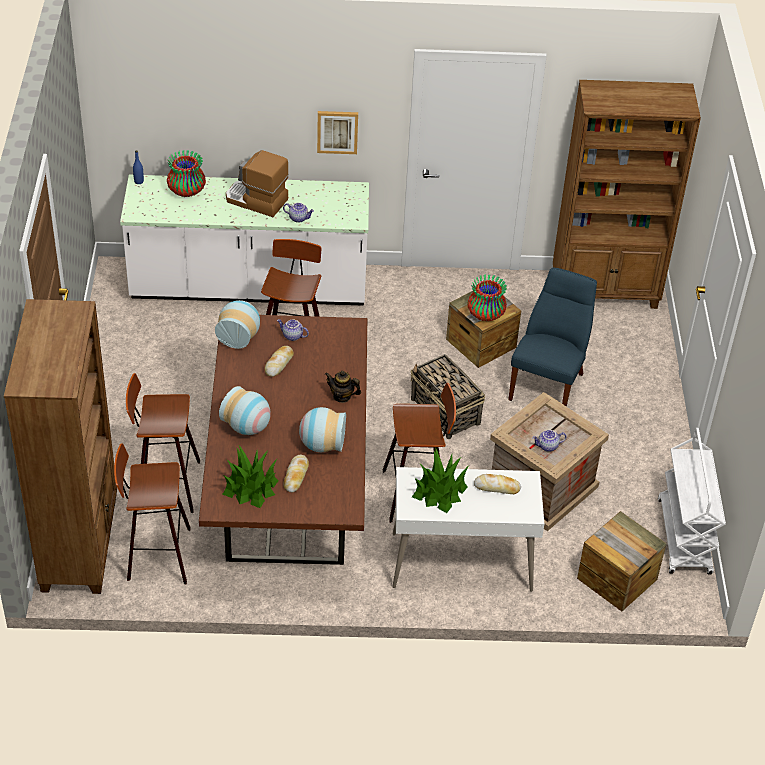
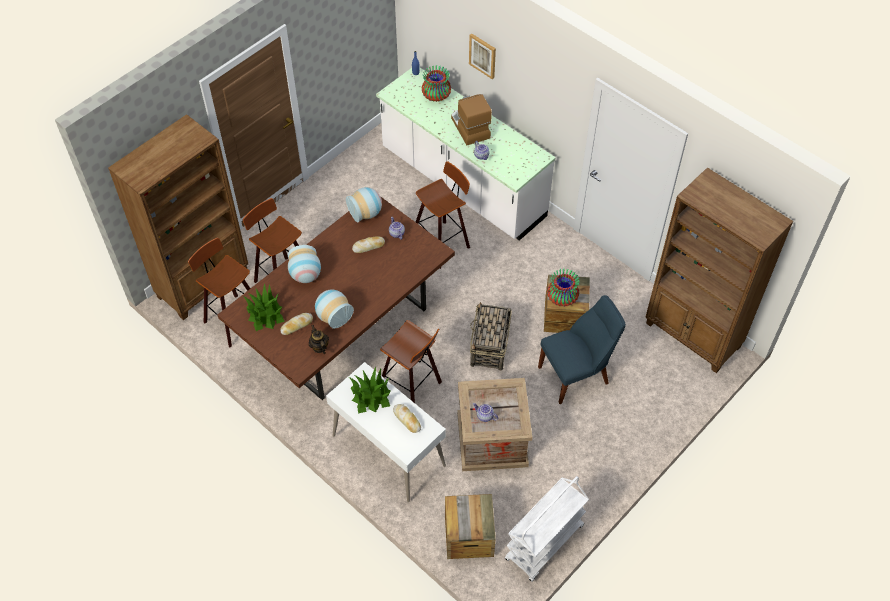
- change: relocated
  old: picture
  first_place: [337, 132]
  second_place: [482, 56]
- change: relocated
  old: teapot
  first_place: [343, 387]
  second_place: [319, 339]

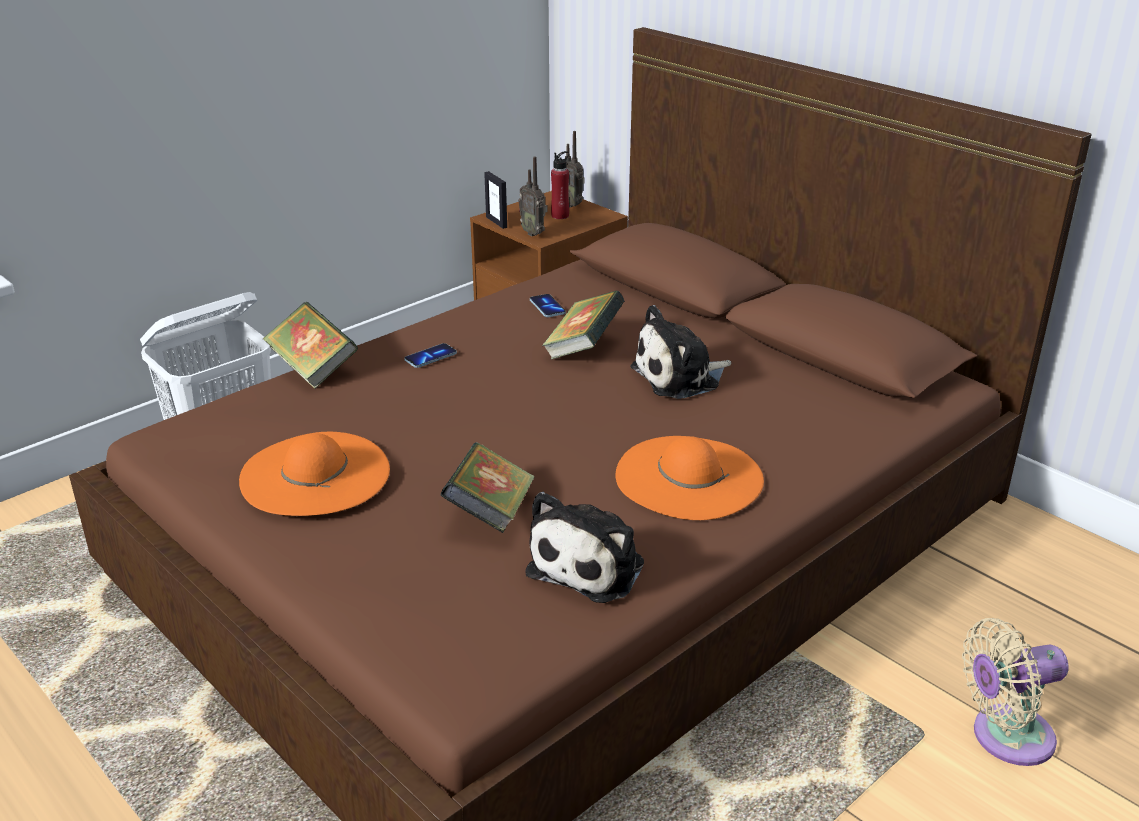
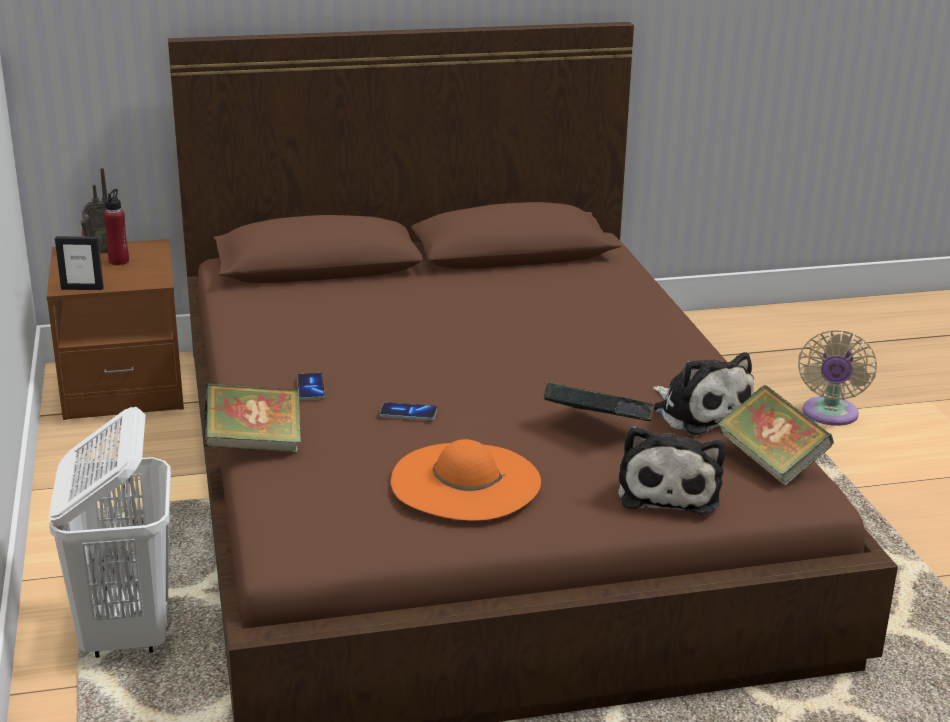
- change: missing
  old: radio
  first_place: [533, 196]
- change: missing
  old: wearable hat/orange-coloured
  first_place: [690, 478]
- change: relocated
  old: handset
  first_place: [548, 305]
  second_place: [408, 411]
- change: relocated
  old: book
  first_place: [583, 325]
  second_place: [776, 435]
- change: relocated
  old: soft toy
  first_place: [680, 352]
  second_place: [671, 470]

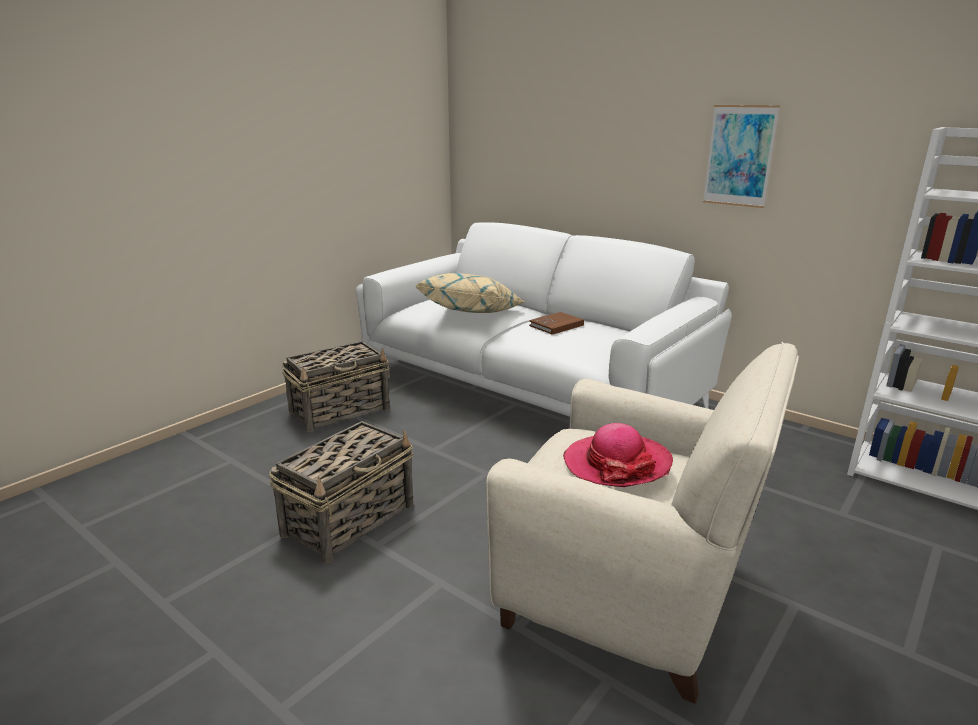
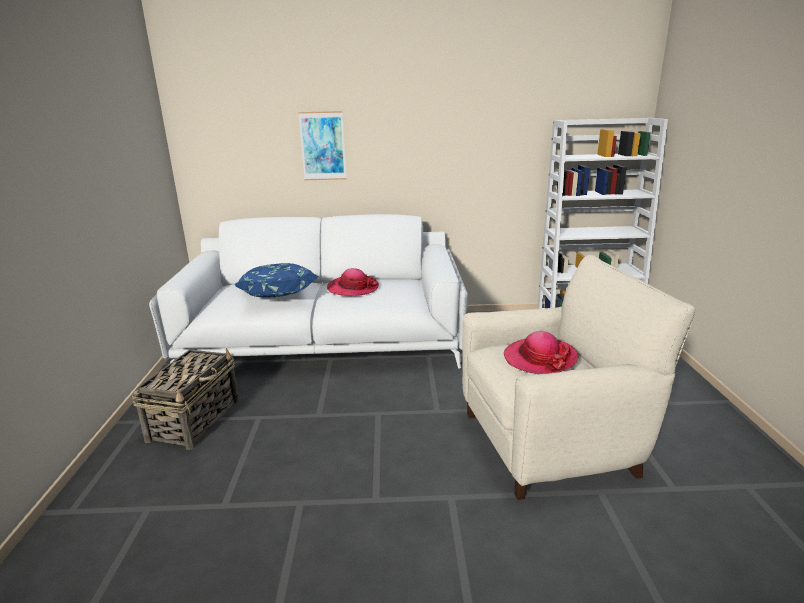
- change: missing
  old: household basket
  first_place: [341, 492]
- change: relocated
  old: picture
  first_place: [741, 156]
  second_place: [322, 145]
- change: exchanged
  old: book/brown-coloured
  new: wearable hat
  first_place: [556, 323]
  second_place: [353, 282]
- change: colour
  old: pillow/beige-coloured
  new: pillow/blue-coloured
  first_place: [469, 293]
  second_place: [277, 280]

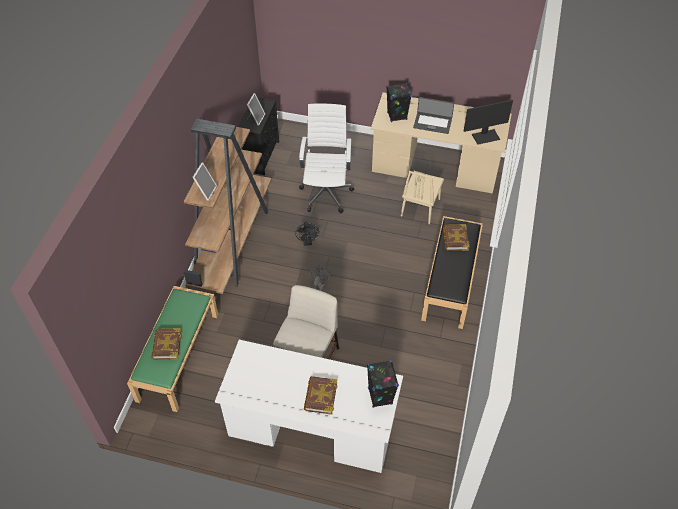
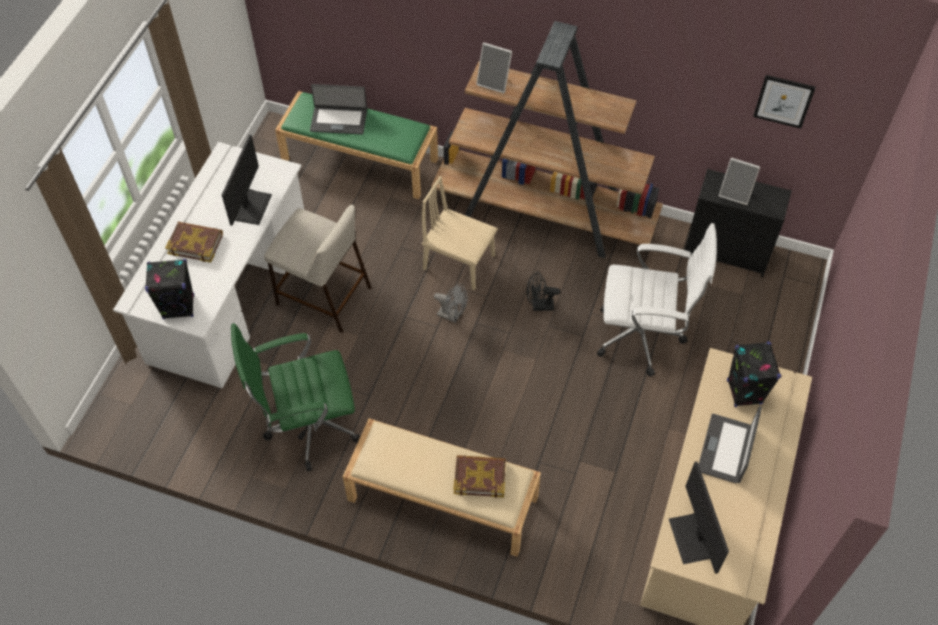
- change: appeared
  new: computer display
  second_place: [247, 180]
- change: appeared
  new: desk chair/greenish
  second_place: [296, 397]
- change: appeared
  new: picture
  second_place: [784, 102]
- change: relocated
  old: plain chair/beige-coloured
  first_place: [422, 197]
  second_place: [460, 233]
- change: exchanged
  old: book
  new: laptop
  first_place: [166, 344]
  second_place: [338, 109]
- change: colour
  old: indoor bench/black
  new: indoor bench/beige-coloured
  first_place: [452, 272]
  second_place: [442, 487]

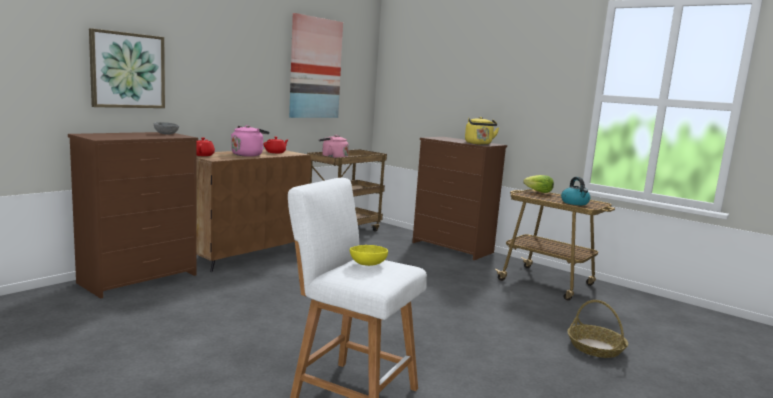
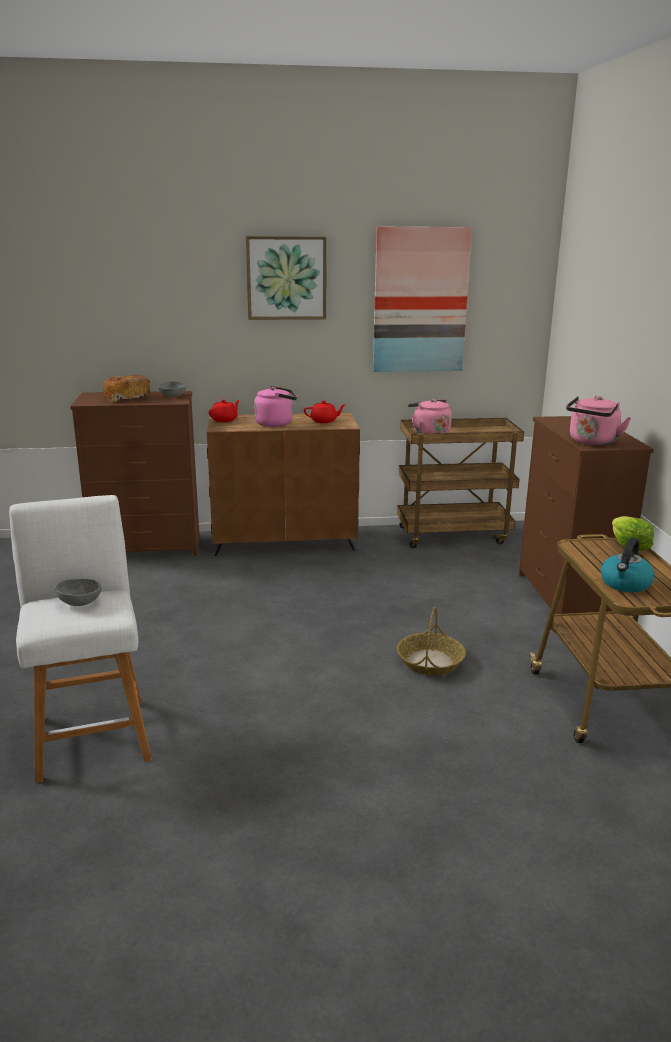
- change: appeared
  new: bakery bread
  second_place: [127, 388]
- change: relocated
  old: picture
  first_place: [127, 68]
  second_place: [286, 278]
- change: relocated
  old: household basket
  first_place: [597, 329]
  second_place: [431, 641]
- change: colour
  old: bowl/yellow-coloured
  new: bowl/greyish
  first_place: [369, 255]
  second_place: [78, 592]
- change: colour
  old: tea kettle/yellow-coloured
  new: tea kettle/pink-coloured
  first_place: [482, 131]
  second_place: [598, 420]

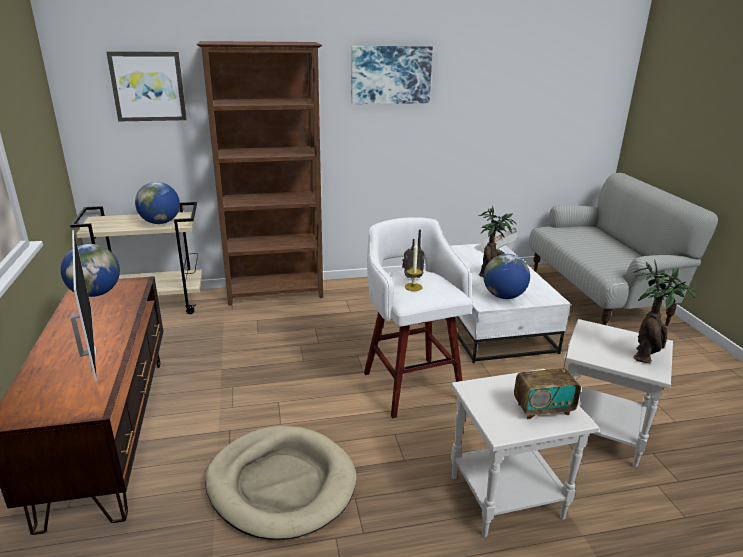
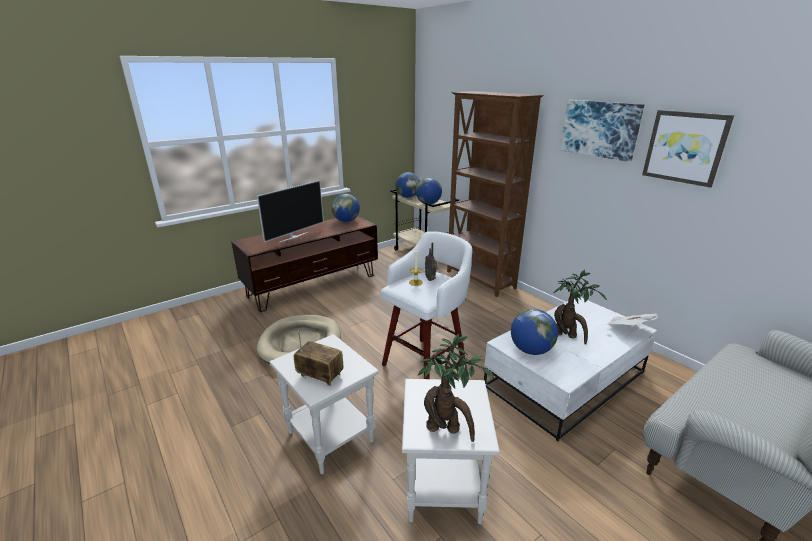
- change: appeared
  new: desk globe
  second_place: [408, 185]
- change: relocated
  old: picture
  first_place: [146, 86]
  second_place: [688, 149]
- change: spun
  old: radio
  first_place: [547, 382]
  second_place: [319, 357]
  degrees: 150

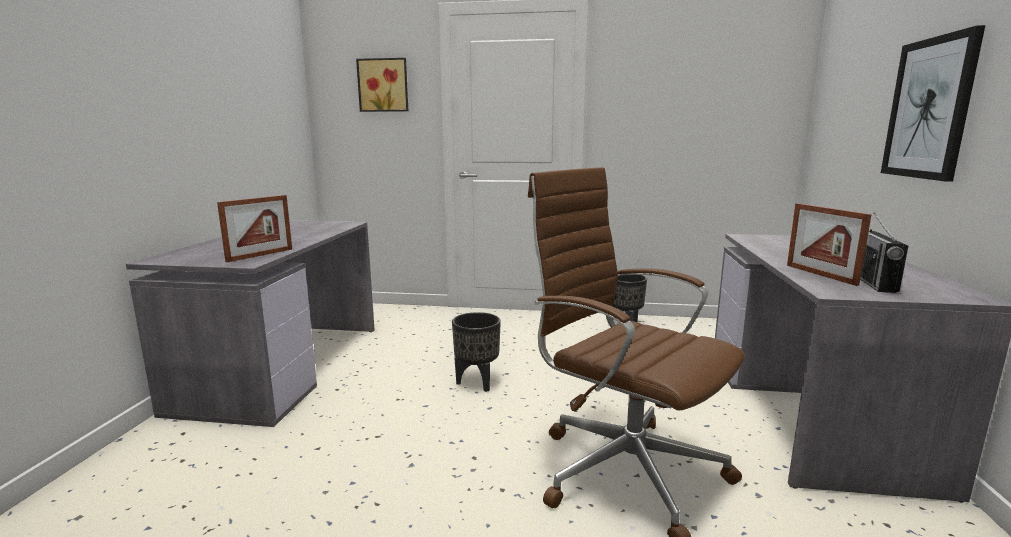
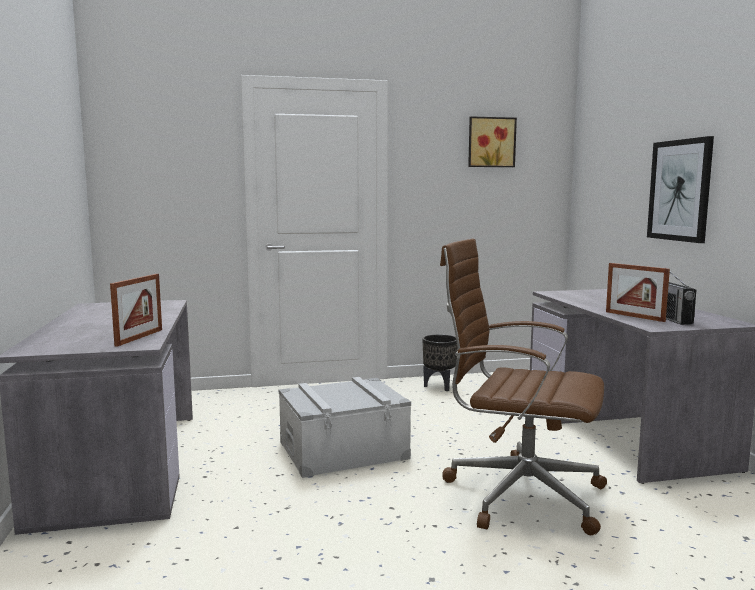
- change: relocated
  old: picture
  first_place: [382, 85]
  second_place: [492, 141]
- change: exchanged
  old: flower pot/black
  new: storage container/greyish
  first_place: [476, 352]
  second_place: [345, 427]

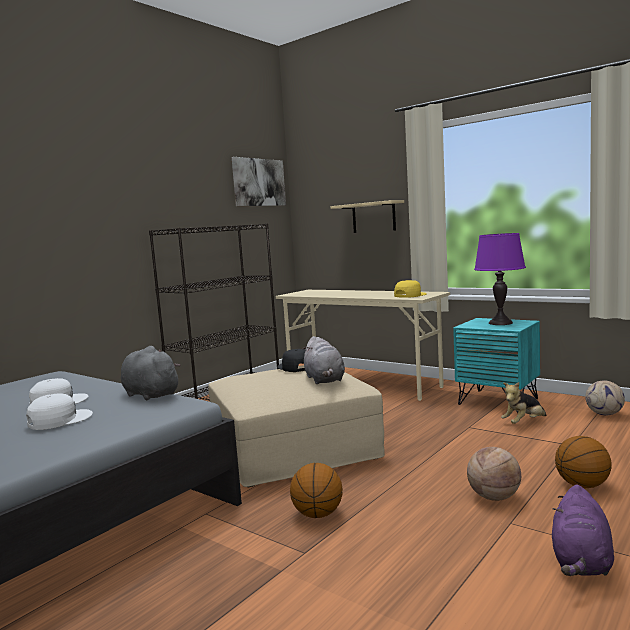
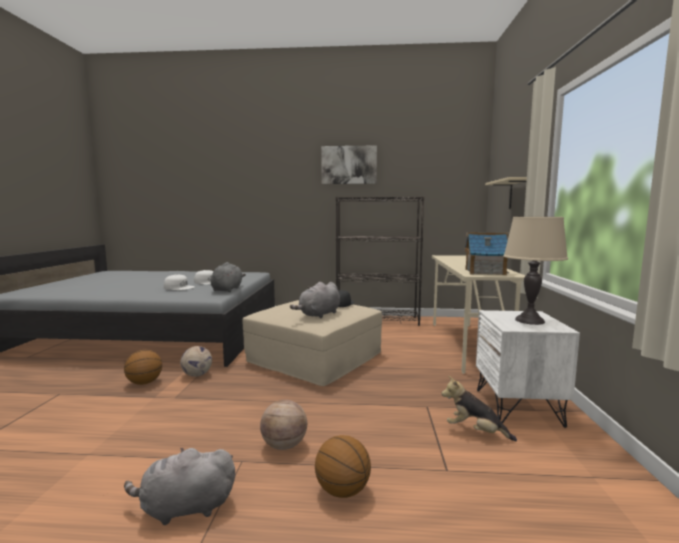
- change: relocated
  old: picture
  first_place: [259, 181]
  second_place: [349, 164]
- change: relocated
  old: basketball ball
  first_place: [316, 490]
  second_place: [143, 367]
- change: relocated
  old: ball for football
  first_place: [605, 397]
  second_place: [196, 361]
- change: exchanged
  old: peaked cap/yellow-coloured
  new: model house
  first_place: [410, 289]
  second_place: [486, 253]
- change: colour
  old: night table/blue-green
  new: night table/white-coloured
  first_place: [496, 365]
  second_place: [528, 369]
- change: colour
  old: tabletop lamp/purple-coloured
  new: tabletop lamp/beige-coloured
  first_place: [500, 279]
  second_place: [535, 271]
- change: colour
  old: soft toy/purple-coloured
  new: soft toy/greyish
  first_place: [583, 530]
  second_place: [179, 486]

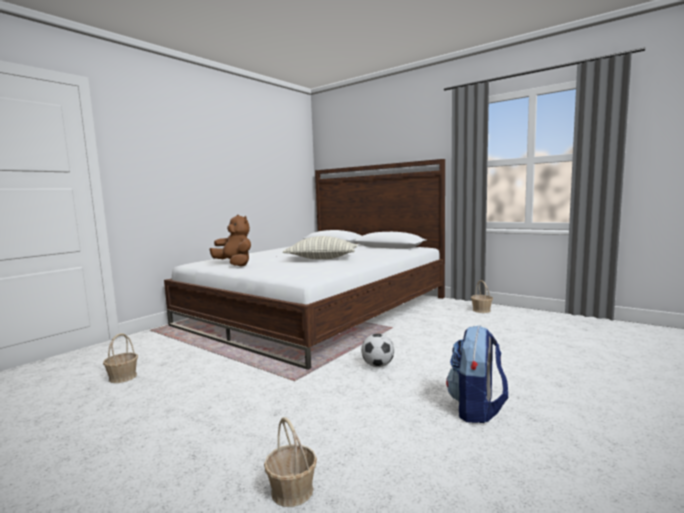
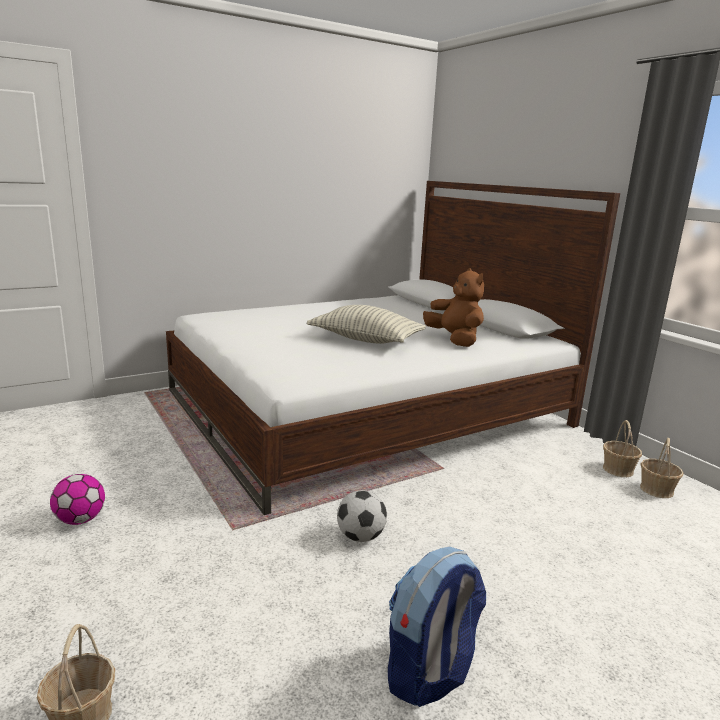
- change: appeared
  new: ball for football
  second_place: [77, 499]
- change: relocated
  old: household basket
  first_place: [120, 358]
  second_place: [662, 468]
- change: relocated
  old: soft toy/brown-coloured
  first_place: [230, 240]
  second_place: [453, 307]

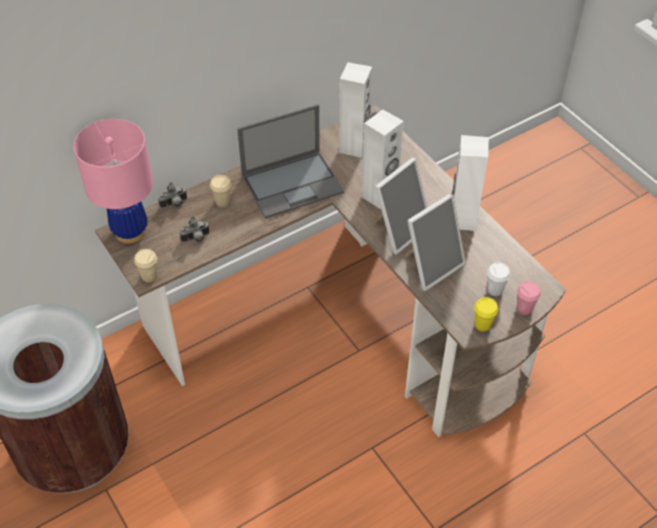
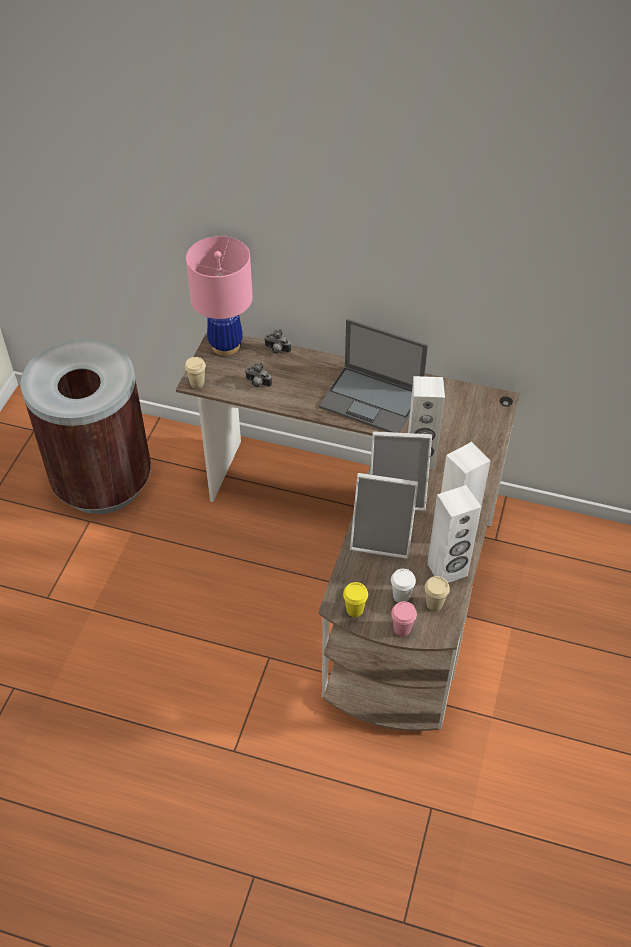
- change: relocated
  old: small cup/beige-coloured
  first_place: [221, 191]
  second_place: [437, 593]
- change: relocated
  old: audio speaker/white-coloured
  first_place: [355, 110]
  second_place: [454, 534]

